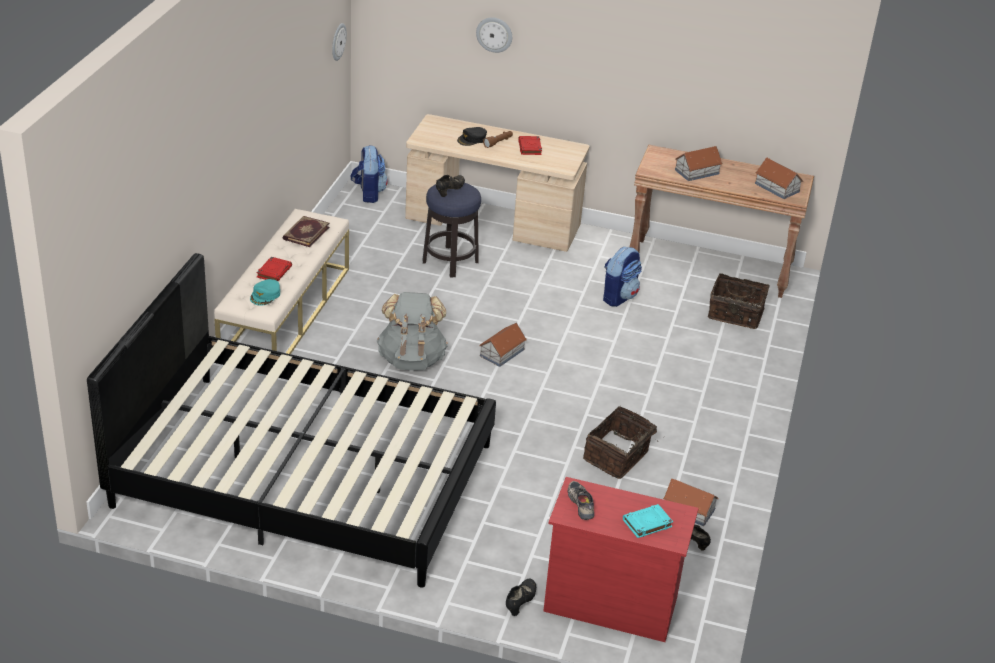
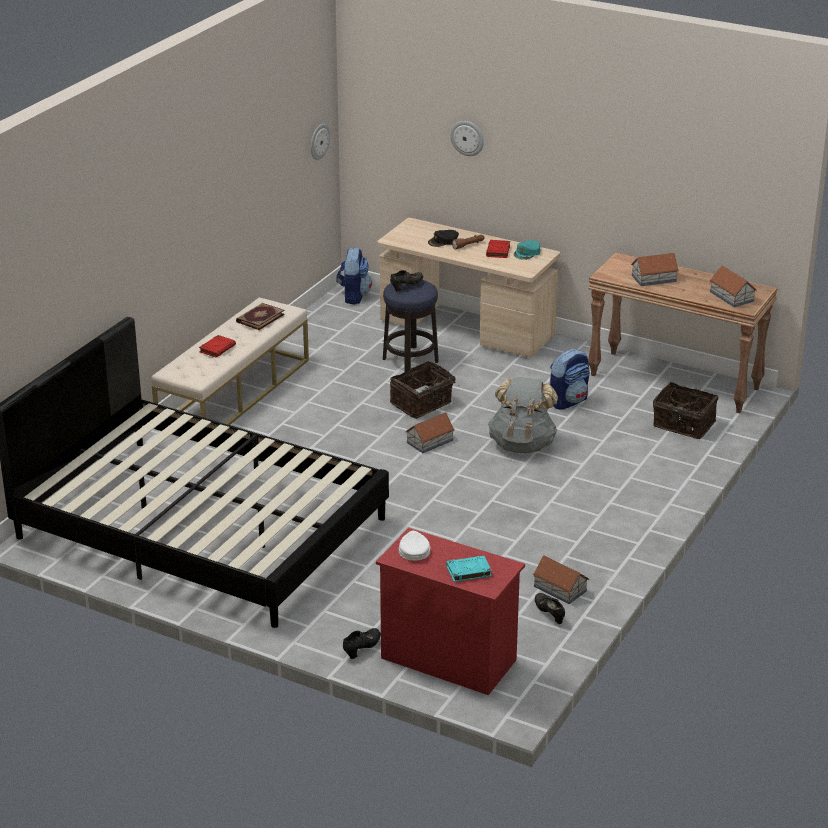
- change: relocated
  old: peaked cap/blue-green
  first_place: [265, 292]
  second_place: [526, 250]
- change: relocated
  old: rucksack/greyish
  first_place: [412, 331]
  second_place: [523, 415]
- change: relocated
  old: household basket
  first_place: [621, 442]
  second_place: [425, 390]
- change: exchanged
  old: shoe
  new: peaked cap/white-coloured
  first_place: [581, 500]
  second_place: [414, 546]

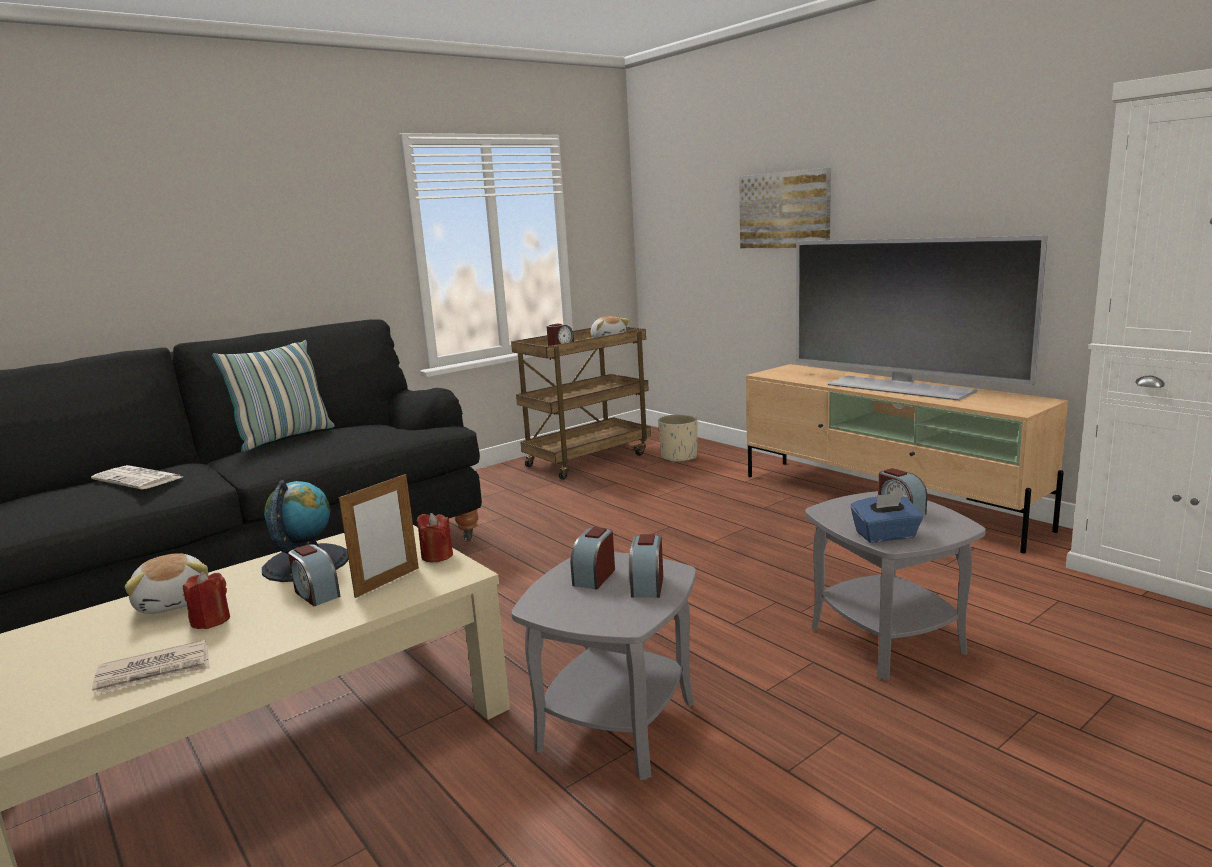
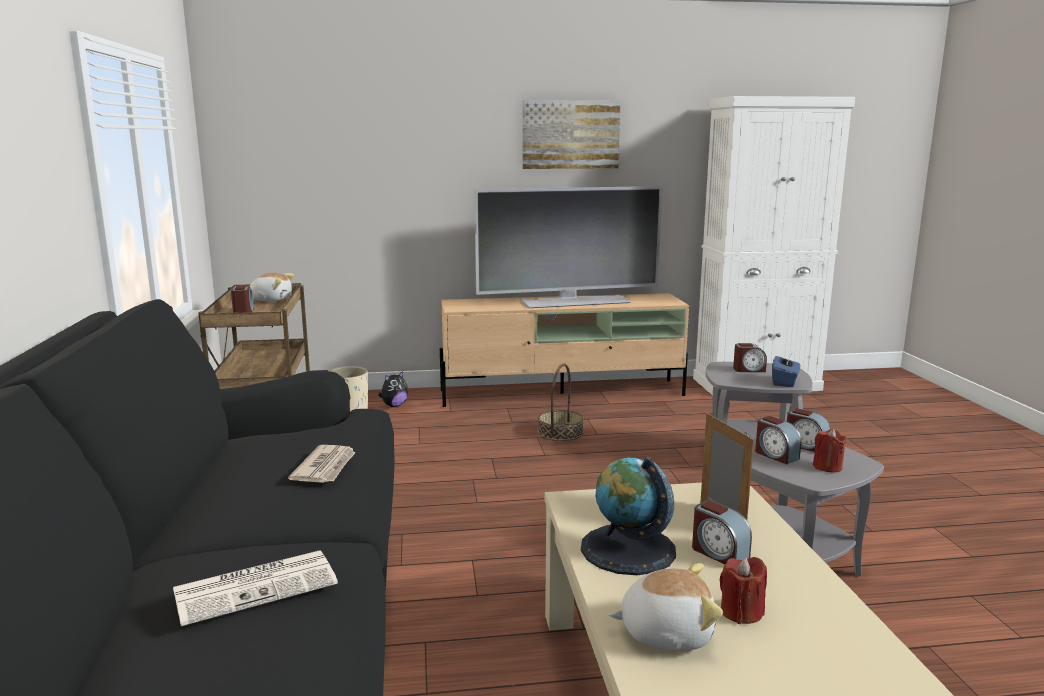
- change: missing
  old: pillow
  first_place: [273, 396]
- change: appeared
  new: soft toy
  second_place: [393, 389]
- change: appeared
  new: household basket
  second_place: [561, 402]
- change: relocated
  old: newspaper
  first_place: [151, 667]
  second_place: [321, 464]
- change: relocated
  old: wax light/red
  first_place: [434, 537]
  second_place: [830, 451]
- change: relocated
  old: picture
  first_place: [785, 208]
  second_place: [571, 134]
- change: spun
  old: bedside clock
  first_place: [314, 575]
  second_place: [722, 532]
  degrees: 60

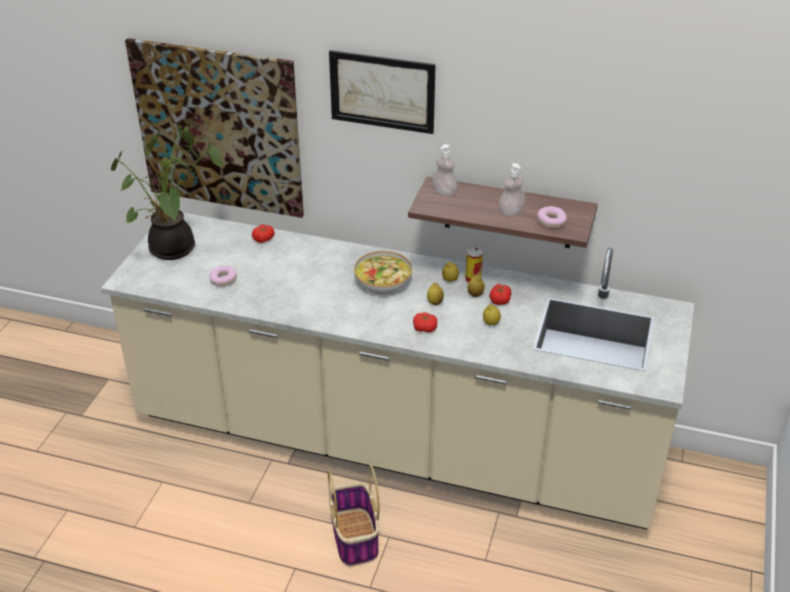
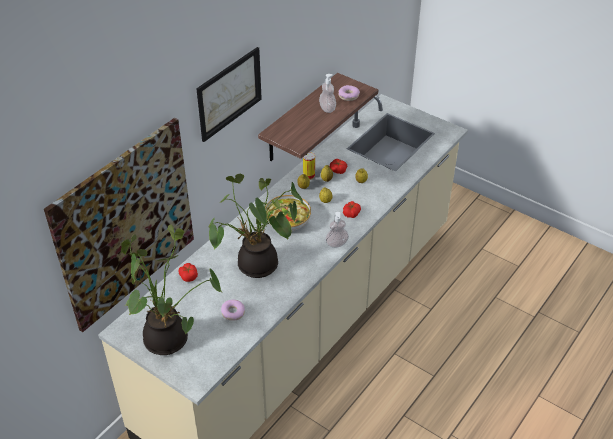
- change: missing
  old: household basket
  first_place: [354, 515]
- change: appeared
  new: potted plant
  second_place: [255, 226]
- change: relocated
  old: liquid soap bottle
  first_place: [445, 170]
  second_place: [337, 230]

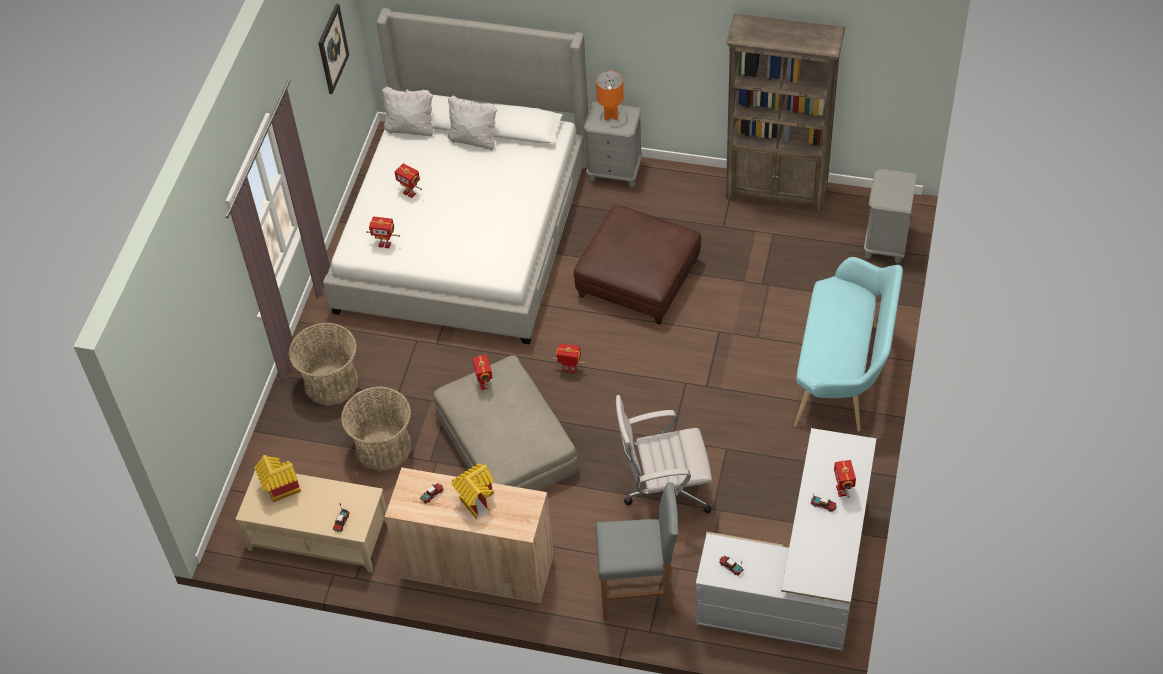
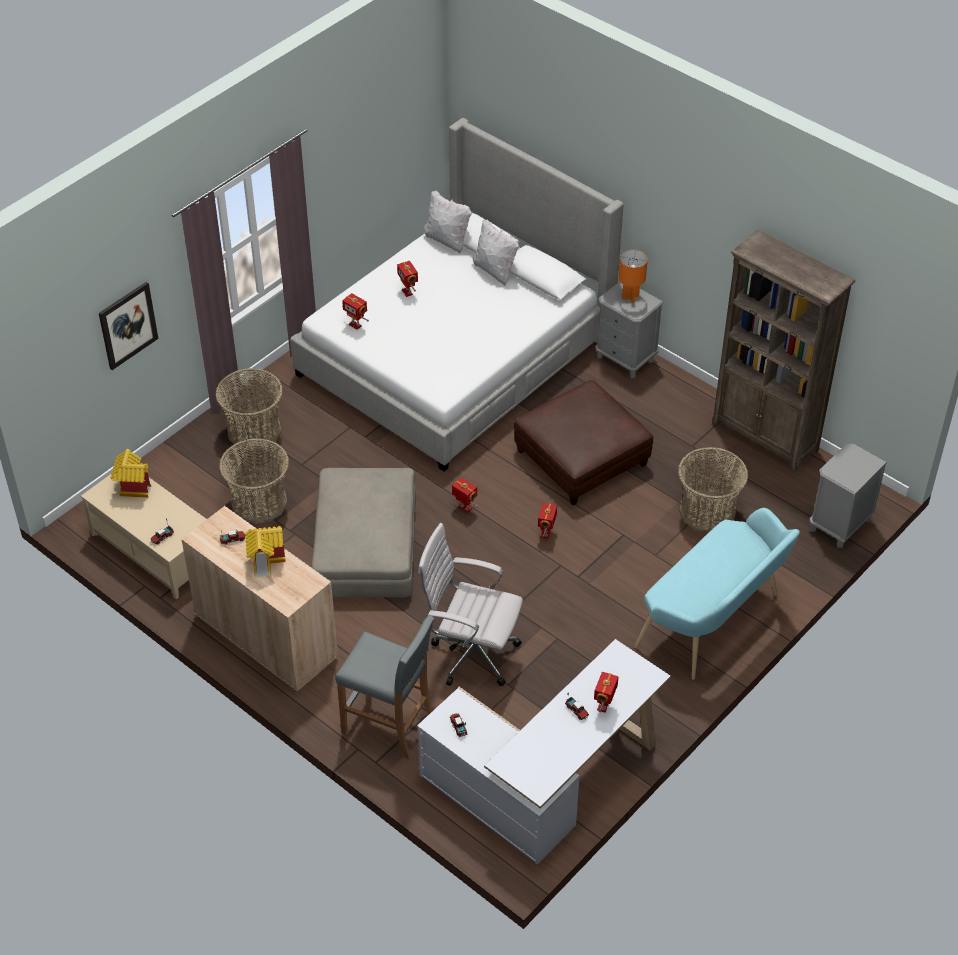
- change: appeared
  new: household basket
  second_place: [713, 490]
- change: relocated
  old: picture
  first_place: [333, 48]
  second_place: [128, 326]
- change: relocated
  old: model robot
  first_place: [482, 372]
  second_place: [547, 521]

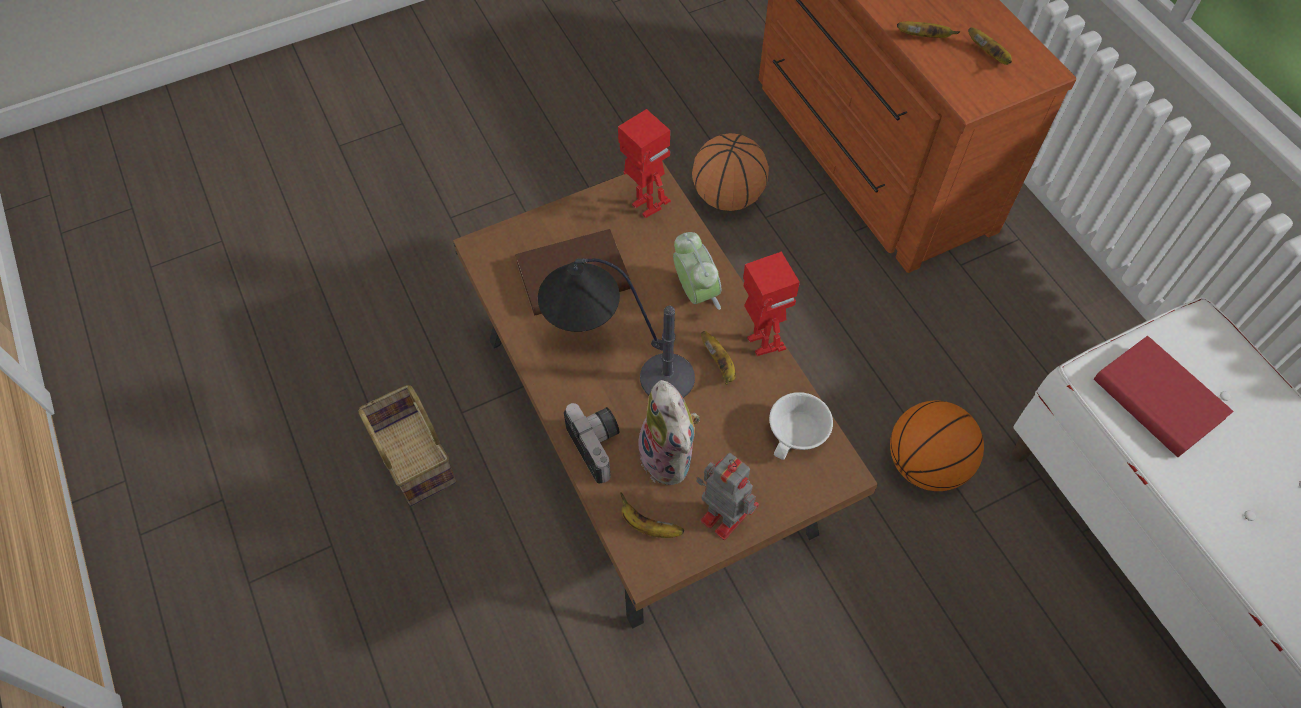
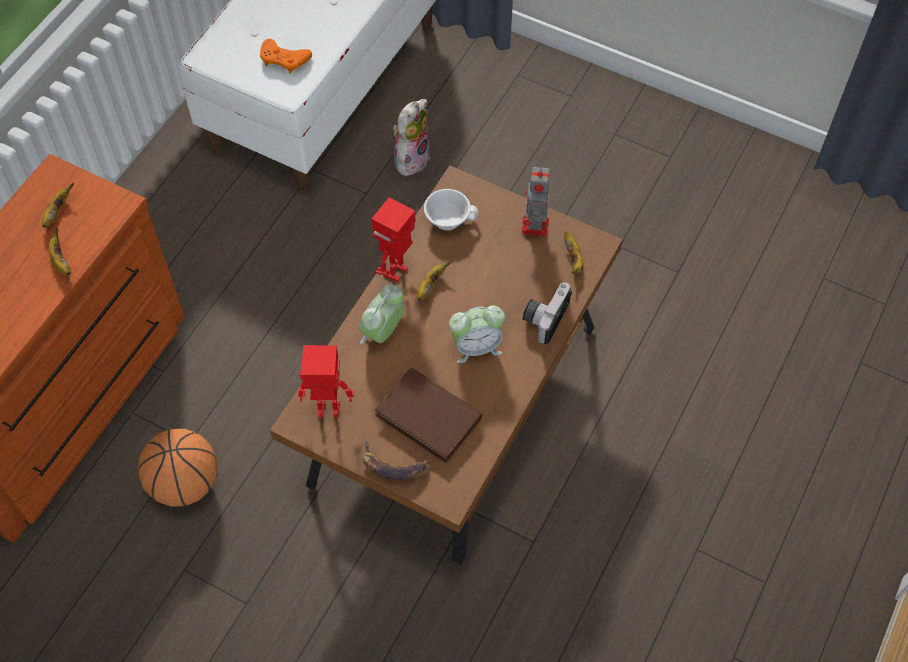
- change: missing
  old: household basket
  first_place: [407, 445]
- change: missing
  old: basketball ball
  first_place: [937, 446]
- change: appeared
  new: banana fruit
  second_place: [396, 461]
- change: relocated
  old: soft toy
  first_place: [667, 432]
  second_place: [412, 137]
- change: exchanged
  old: tabletop lamp
  new: bedside clock
  first_place: [616, 328]
  second_place: [477, 334]
- change: exchanged
  old: book/red
  new: gamepad/orange-coloured
  first_place: [1164, 396]
  second_place: [286, 56]
- change: spun
  old: model robot
  first_place: [644, 163]
  second_place: [326, 381]
  degrees: 75

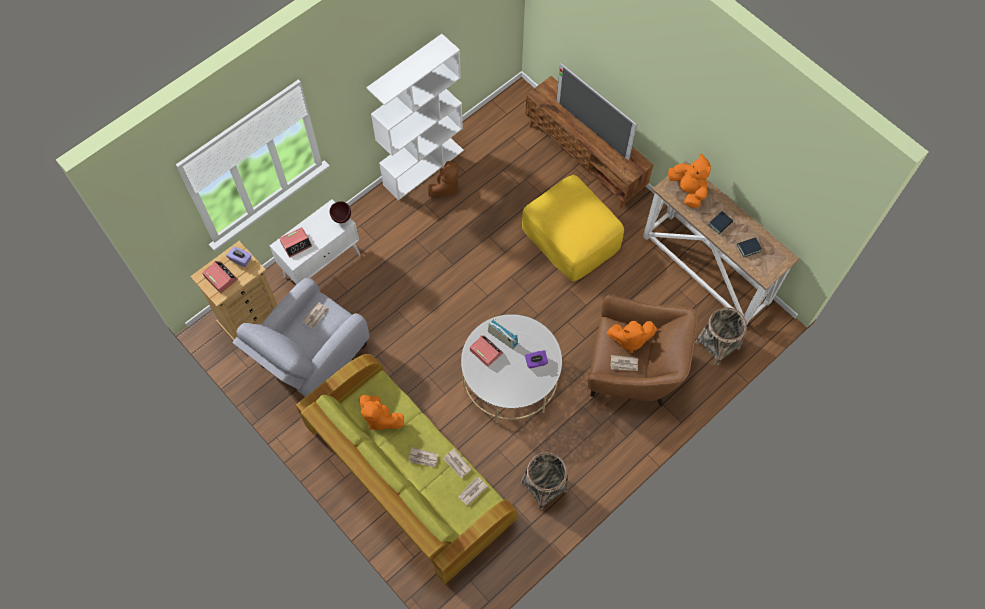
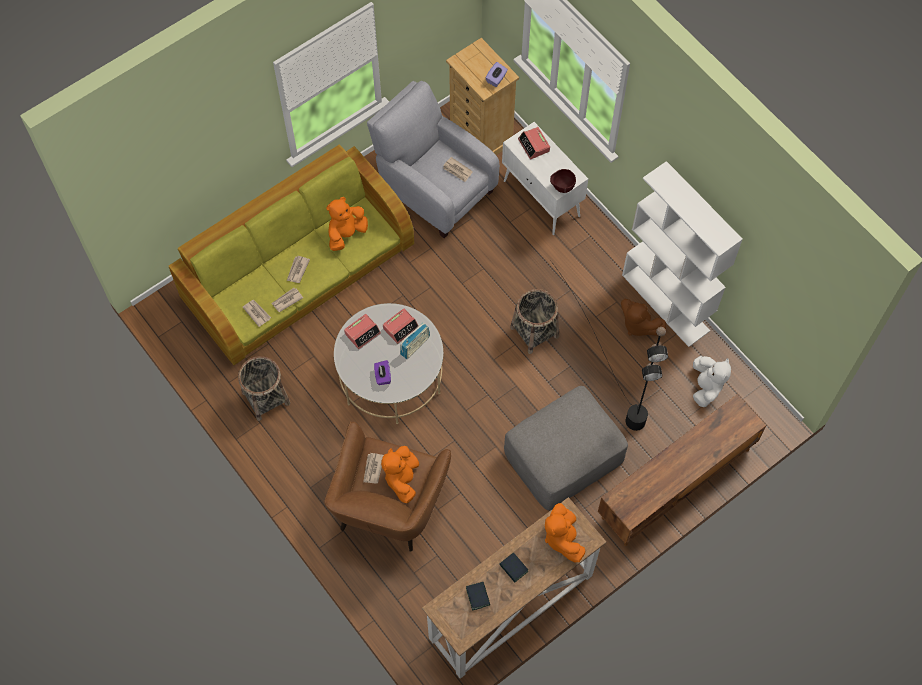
- change: missing
  old: TV set
  first_place: [596, 111]
- change: appeared
  new: standing lamp/black
  second_place: [609, 346]
- change: appeared
  new: soft toy/white-coloured
  second_place: [712, 381]
- change: relocated
  old: bedside clock
  first_place: [220, 277]
  second_place: [362, 331]
- change: relocated
  old: household basket
  first_place: [721, 336]
  second_place: [534, 321]
- change: colour
  old: pouffe/yellow-coloured
  new: pouffe/greyish
  first_place: [573, 228]
  second_place: [566, 448]
- change: spun
  old: soft toy/orange-coloured
  first_place: [689, 181]
  second_place: [565, 532]
  degrees: 105

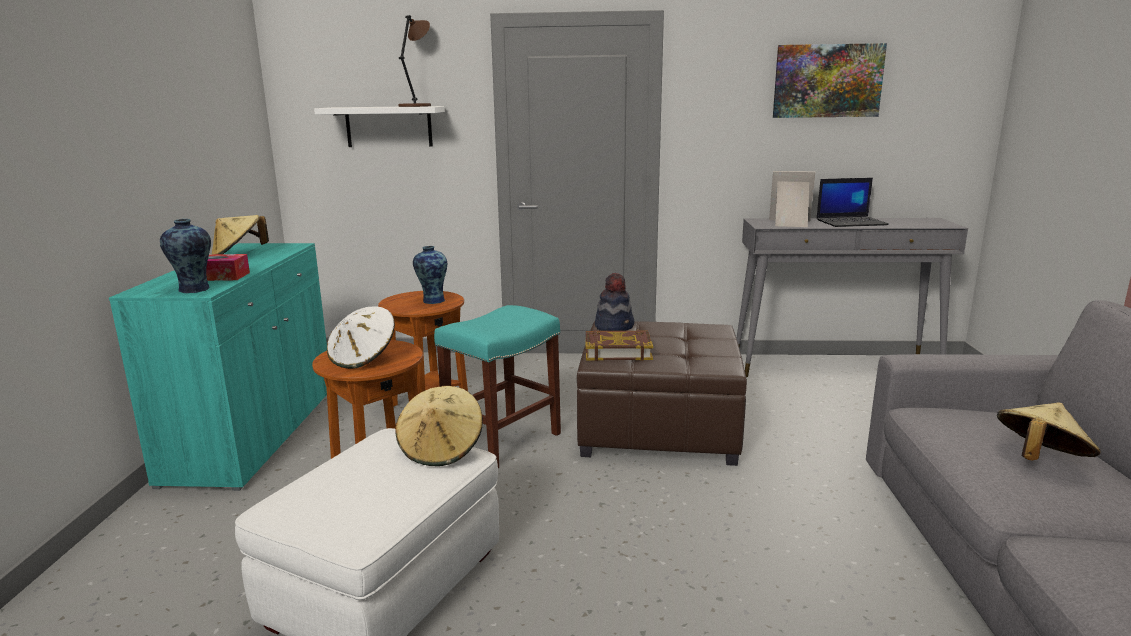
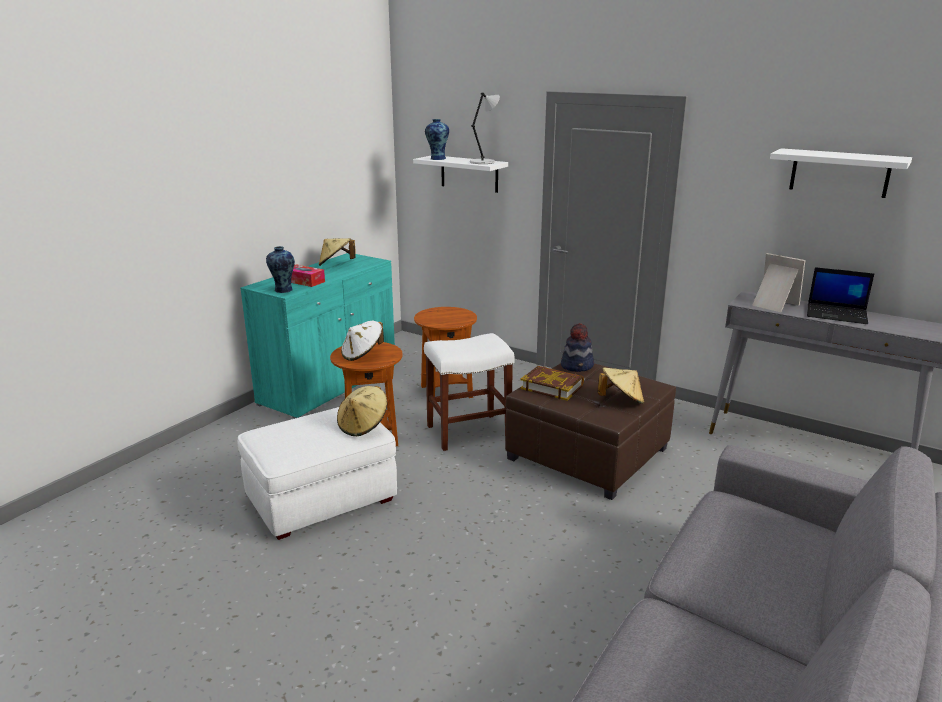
- change: relocated
  old: decorative vase
  first_place: [430, 275]
  second_place: [437, 139]
- change: relocated
  old: wearable hat/beige-coloured
  first_place: [1049, 431]
  second_place: [621, 386]
- change: exchanged
  old: picture
  new: bracket shelf/white-coloured
  first_place: [830, 80]
  second_place: [841, 173]
- change: colour
  old: tabletop lamp/brown-coloured
  new: tabletop lamp/greyish
  first_place: [414, 61]
  second_place: [485, 128]
- change: colour
  old: stool seat/blue-green
  new: stool seat/white-coloured
  first_place: [497, 386]
  second_place: [469, 392]

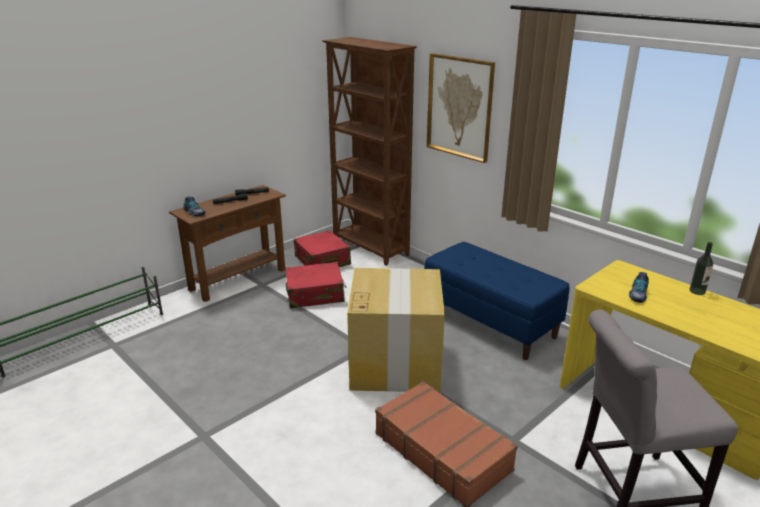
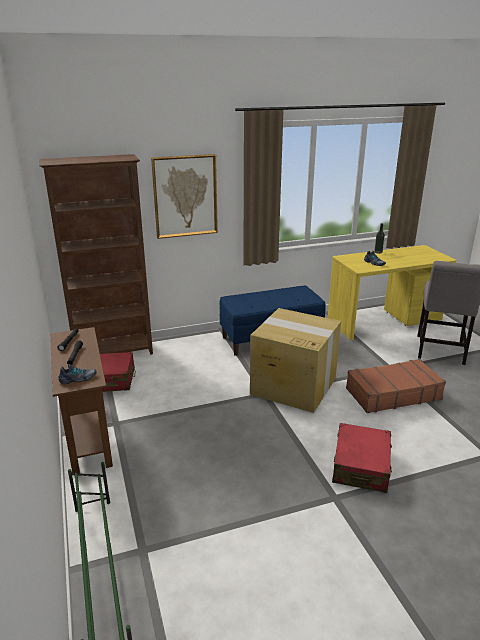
- change: relocated
  old: piece of luggage/red
  first_place: [316, 285]
  second_place: [362, 458]

